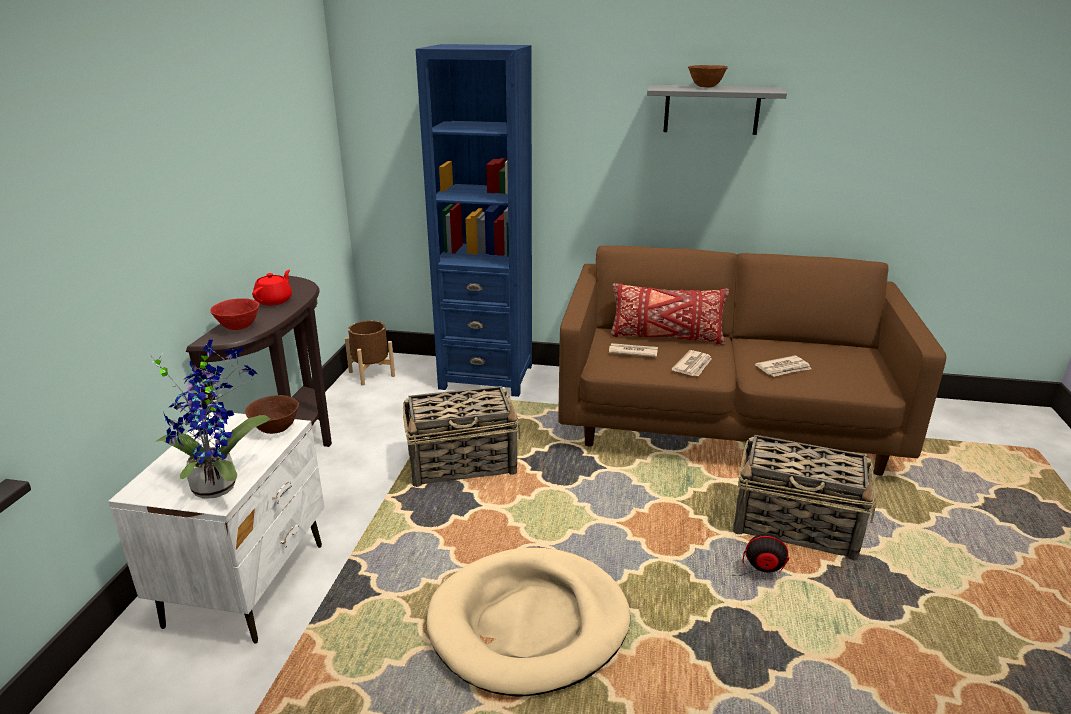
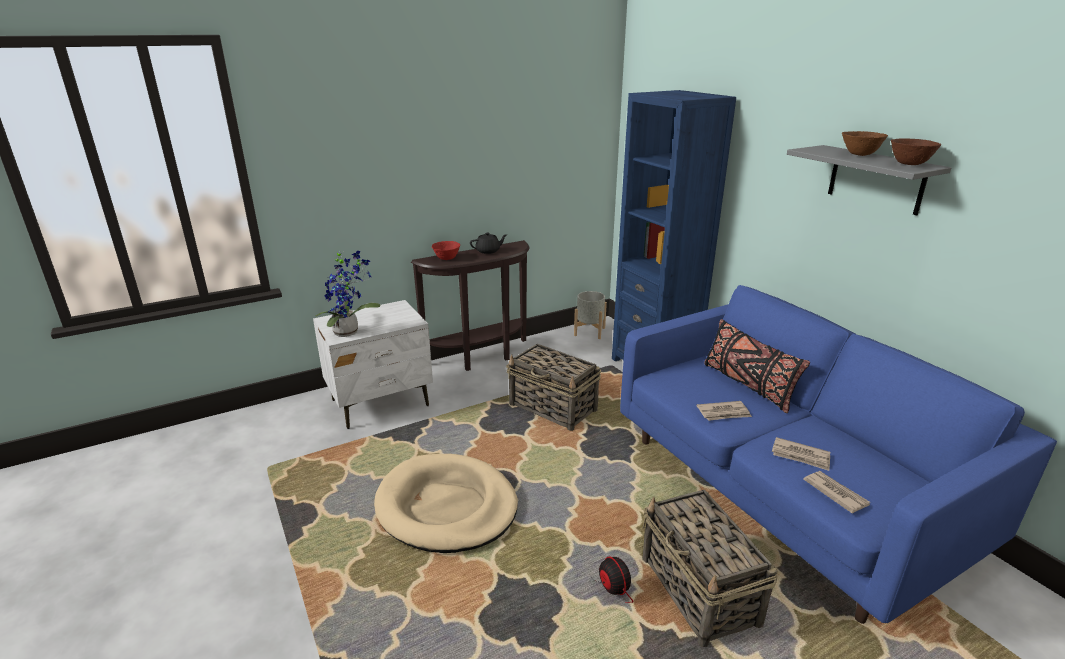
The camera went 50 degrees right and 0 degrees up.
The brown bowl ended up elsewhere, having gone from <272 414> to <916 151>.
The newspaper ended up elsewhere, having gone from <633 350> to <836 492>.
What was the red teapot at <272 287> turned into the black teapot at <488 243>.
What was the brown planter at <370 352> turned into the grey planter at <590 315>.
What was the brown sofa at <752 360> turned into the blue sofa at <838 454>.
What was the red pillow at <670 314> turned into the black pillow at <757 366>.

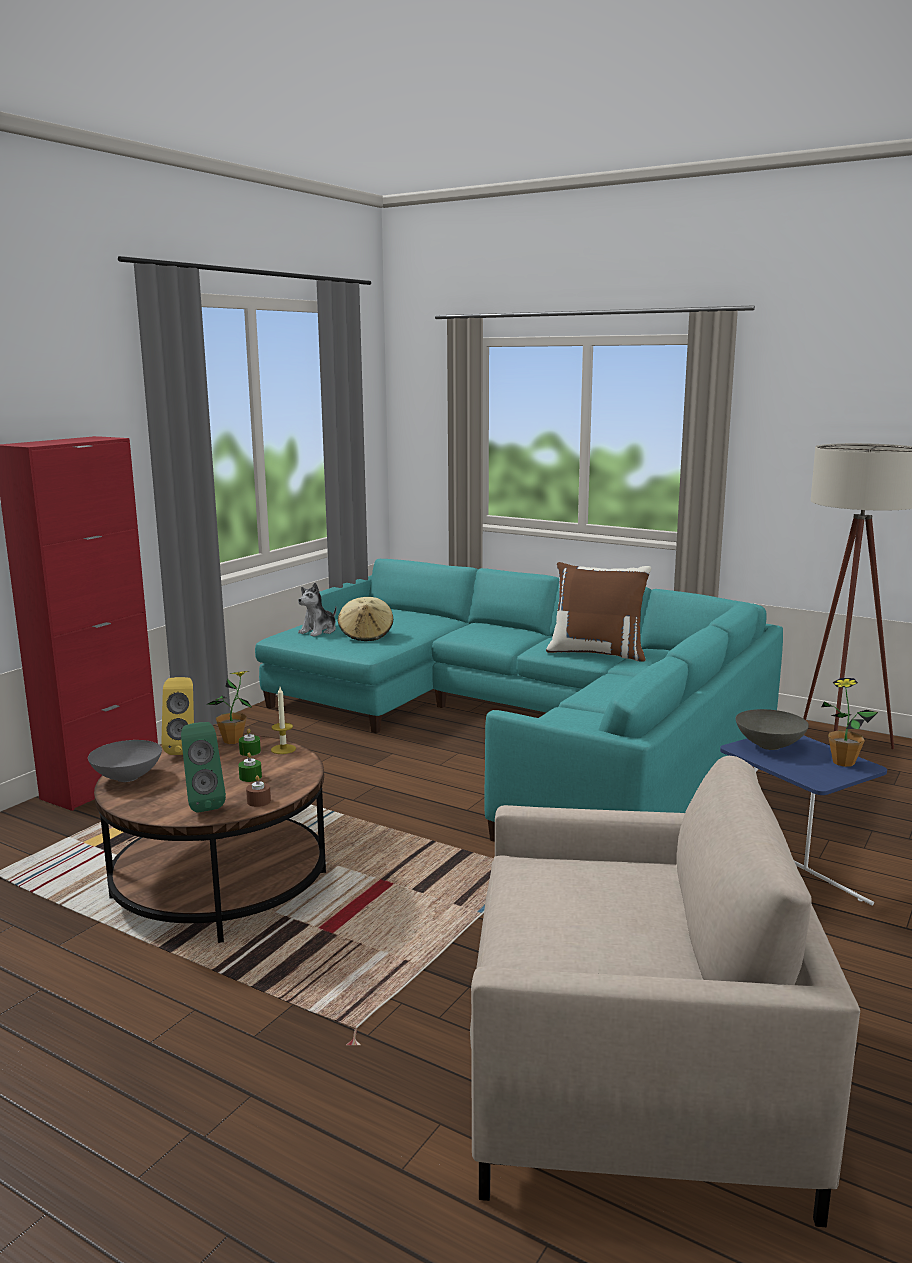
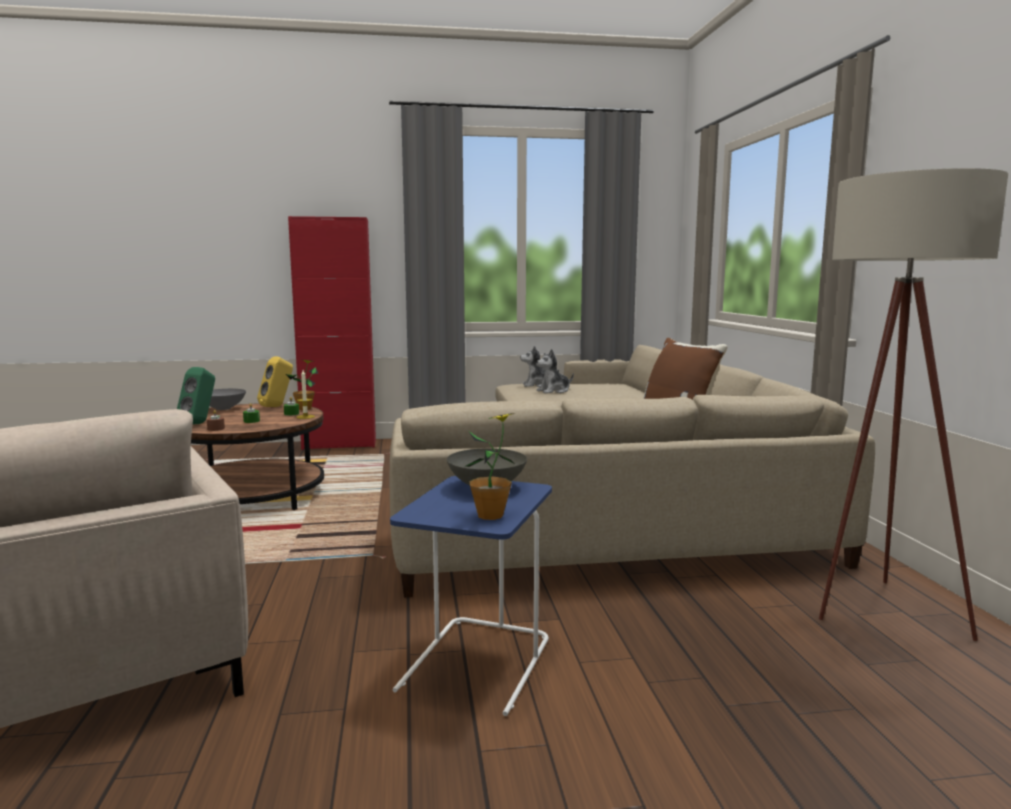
The camera went 50 degrees right and 5 degrees down.
Where the beige hat stood at <365 619>, the plush toy came to stand at <555 371>.
What was the turquoise sofa at <519 700> turned into the beige sofa at <632 471>.

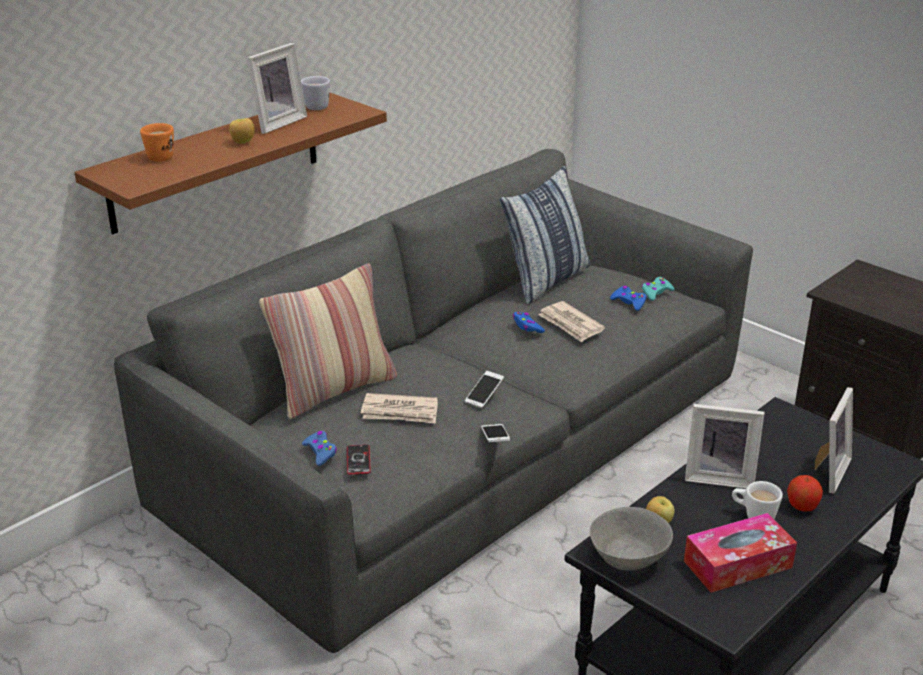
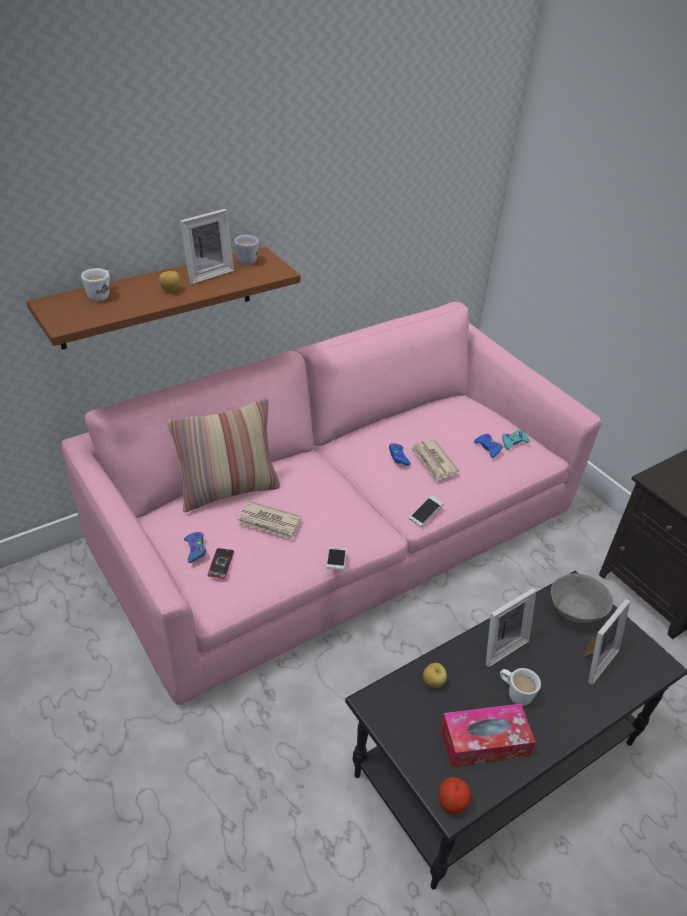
The camera went 10 degrees right and 10 degrees up.
The second view lost the pillow at <545 235>.
The phone ended up elsewhere, having gone from <484 389> to <426 511>.
The grey bowl ended up elsewhere, having gone from <631 539> to <582 598>.
The apple ended up elsewhere, having gone from <805 493> to <455 795>.
What was the grey sofa at <433 401> turned into the pink sofa at <331 503>.
What was the orange mug at <157 142> turned into the white mug at <95 284>.
The picture frame at <724 446> ended up facing another way, 60 degrees counterclockwise from before.

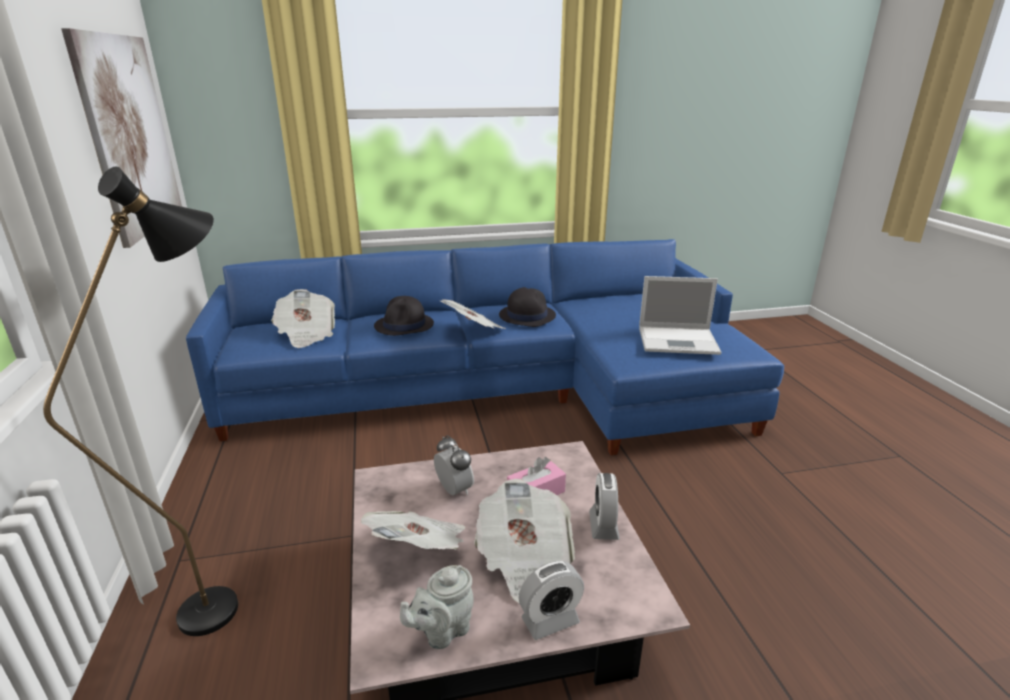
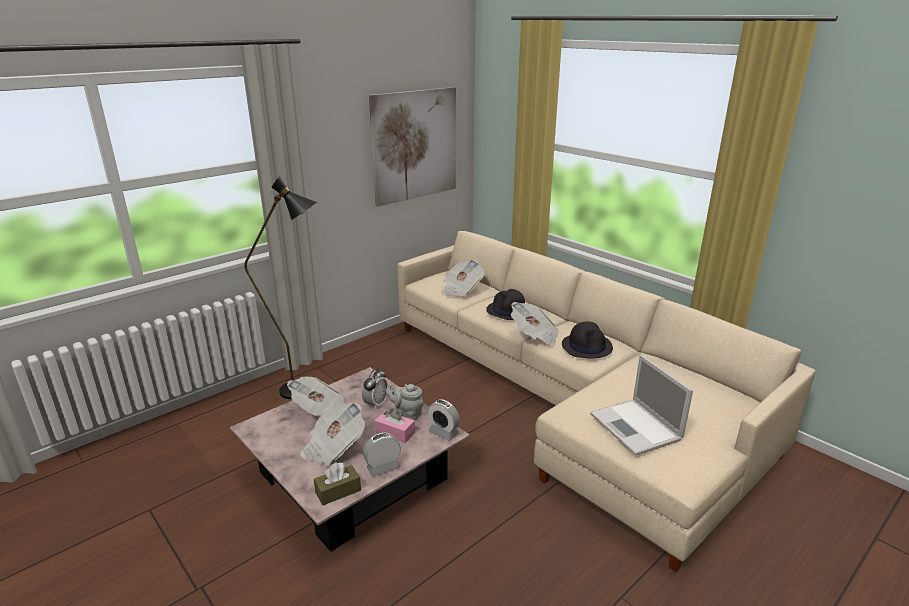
The camera went 60 degrees right and 0 degrees up.
The second view gained the brown tissue box at <337 484>.
The grey teapot ended up elsewhere, having gone from <437 607> to <404 402>.
The alarm clock ended up elsewhere, having gone from <551 600> to <444 420>.
What was the blue sofa at <485 347> turned into the beige sofa at <606 401>.

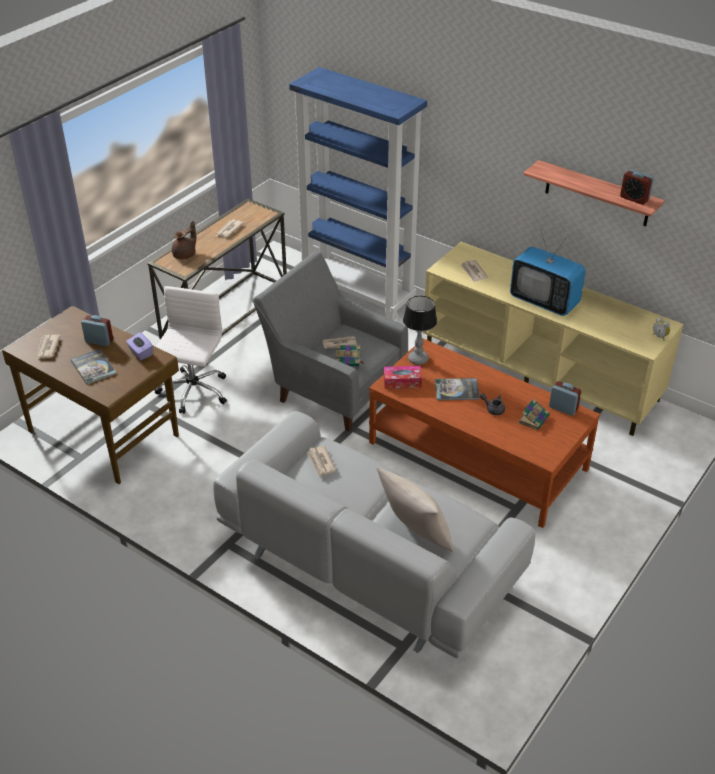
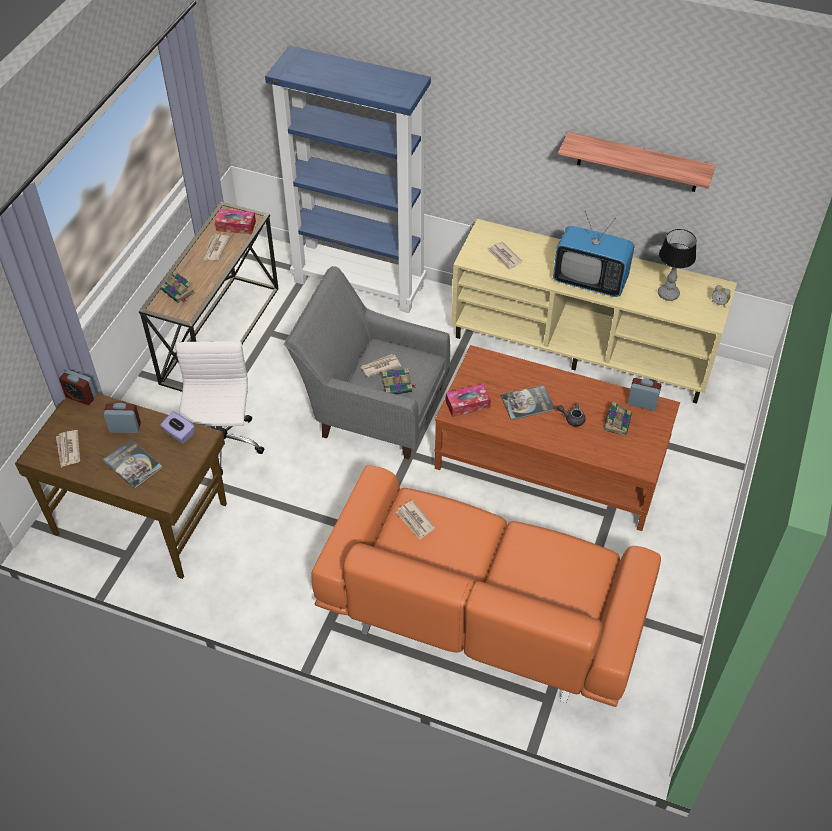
The camera went 15 degrees left and 10 degrees up.
The second view lost the beige pillow at <415 509>.
The second view gained the tissue box at <235 221>.
The table lamp ended up elsewhere, having gone from <420 330> to <677 265>.
The alarm clock ended up elsewhere, having gone from <637 187> to <77 387>.
Where the brown teapot stood at <184 240>, the book came to stand at <178 287>.
What was the grey sofa at <374 534> turned into the orange sofa at <486 586>.

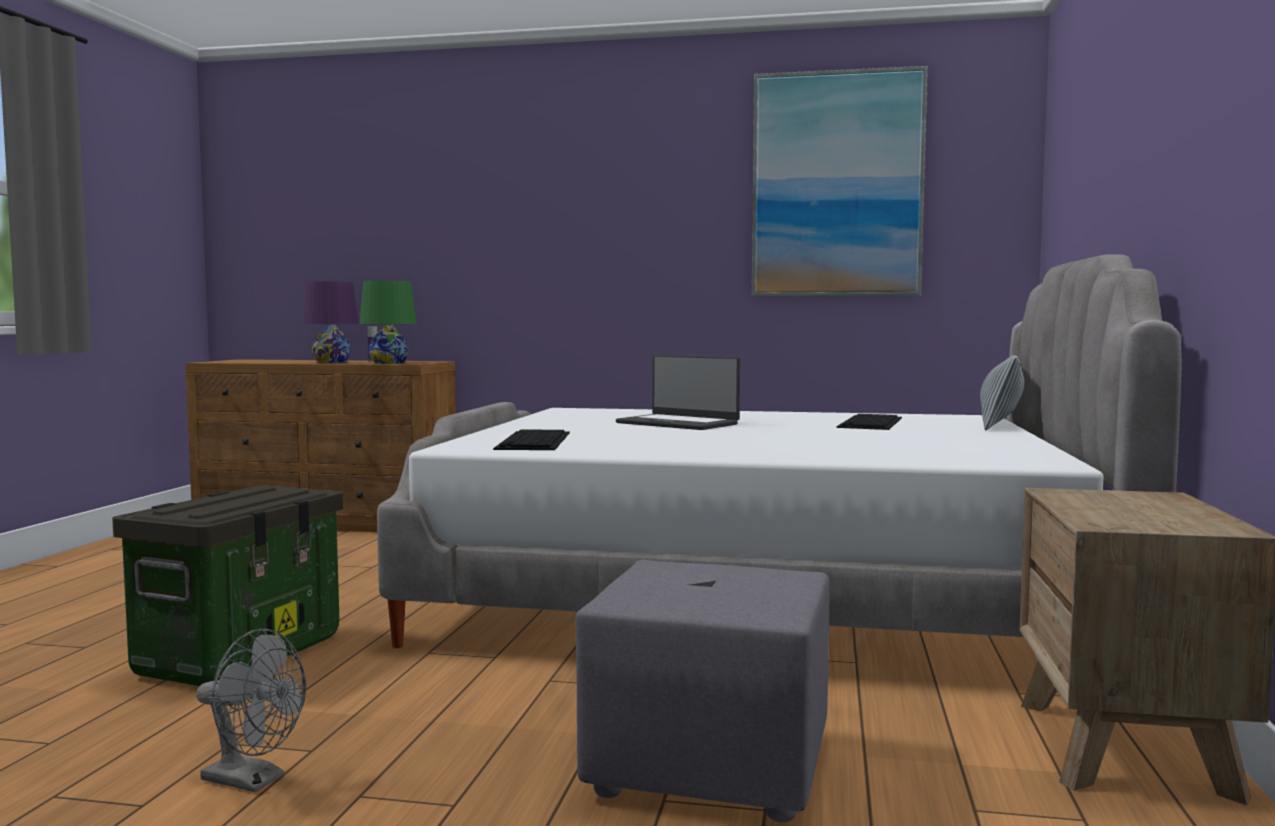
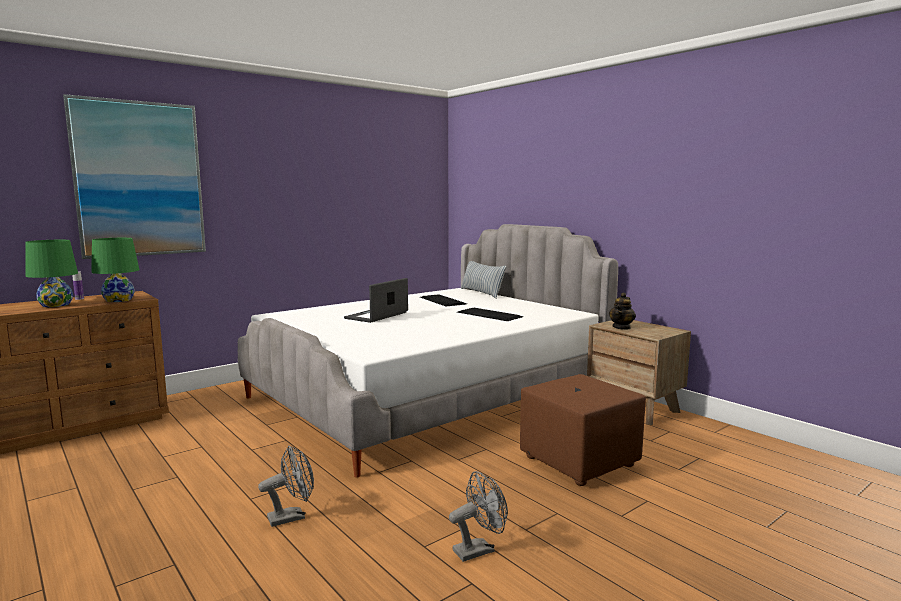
The camera went 50 degrees left and 5 degrees up.
The second view gained the teapot at <622 311>.
The keyboard ended up elsewhere, having gone from <531 440> to <490 314>.
The picture ended up elsewhere, having gone from <840 181> to <134 176>.
Where the storage box stood at <227 586>, the grey fan came to stand at <286 486>.
What was the purple table lamp at <330 322> turned into the green table lamp at <51 273>.
What was the grey ottoman at <702 691> turned into the brown ottoman at <583 430>.
The laptop at <678 392> ended up facing another way, 135 degrees clockwise from before.

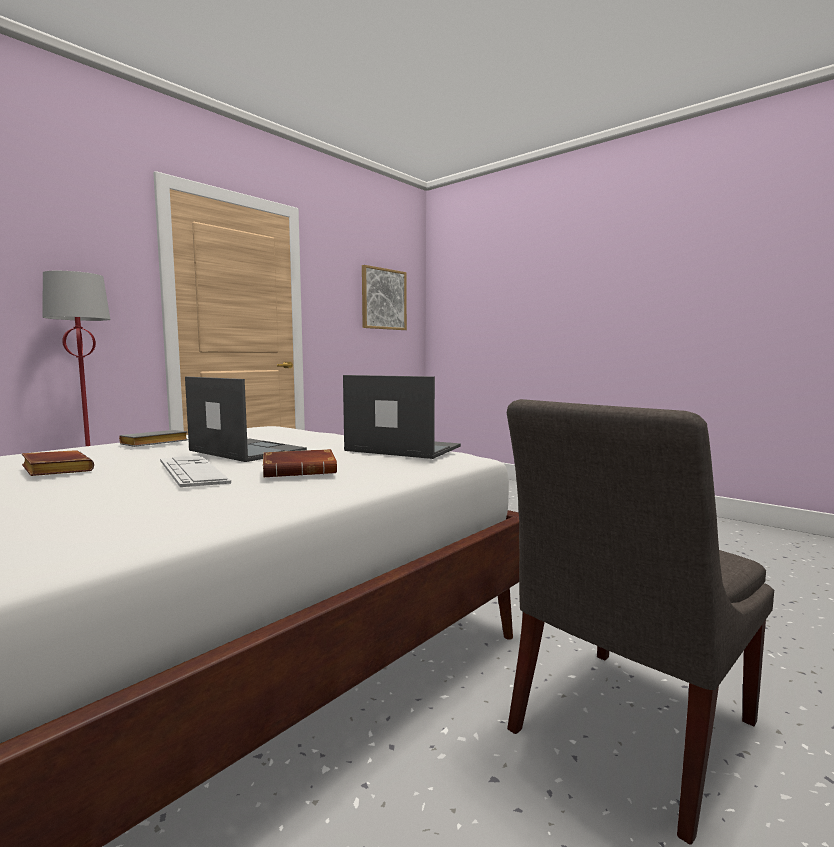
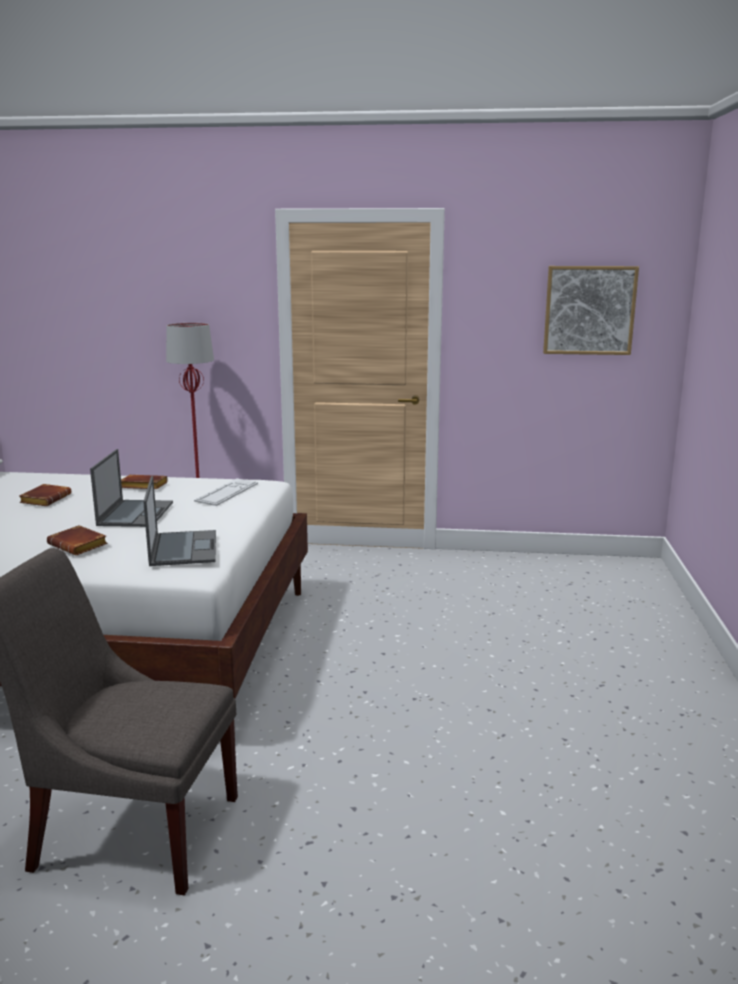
The camera went 55 degrees right and 10 degrees up.
The keyboard ended up elsewhere, having gone from <195 471> to <226 492>.
What was the grey book at <153 438> turned into the brown book at <144 482>.

